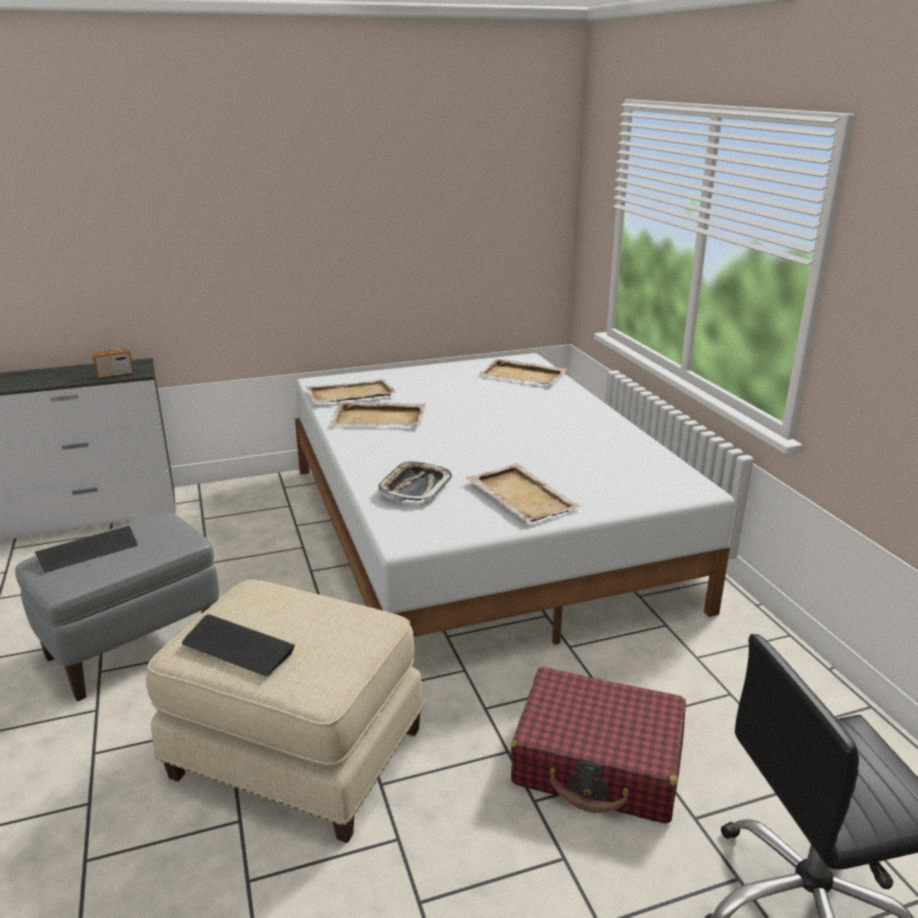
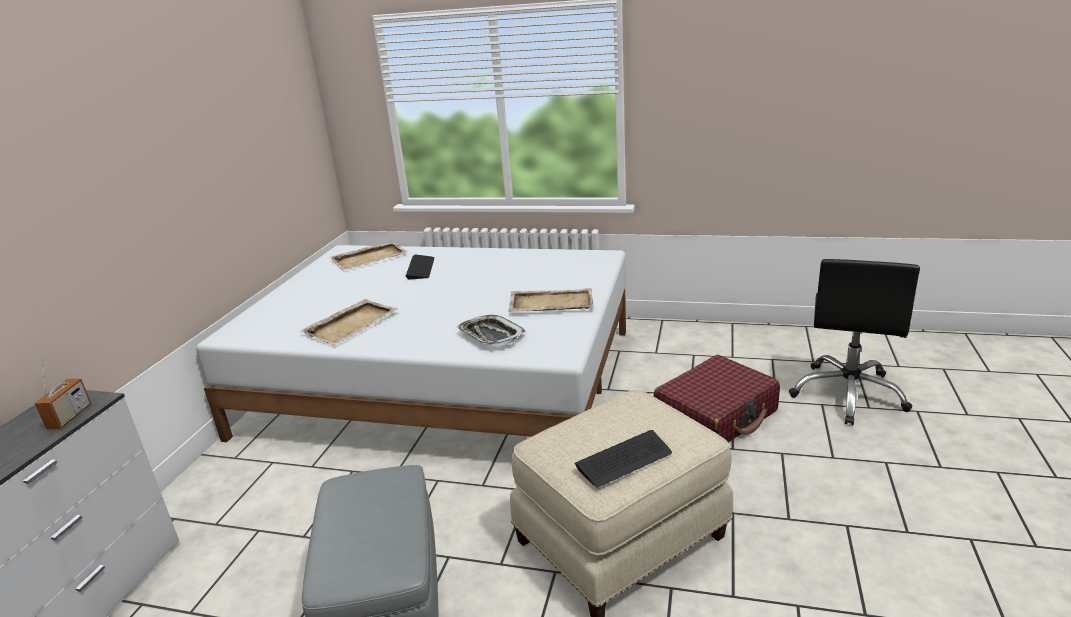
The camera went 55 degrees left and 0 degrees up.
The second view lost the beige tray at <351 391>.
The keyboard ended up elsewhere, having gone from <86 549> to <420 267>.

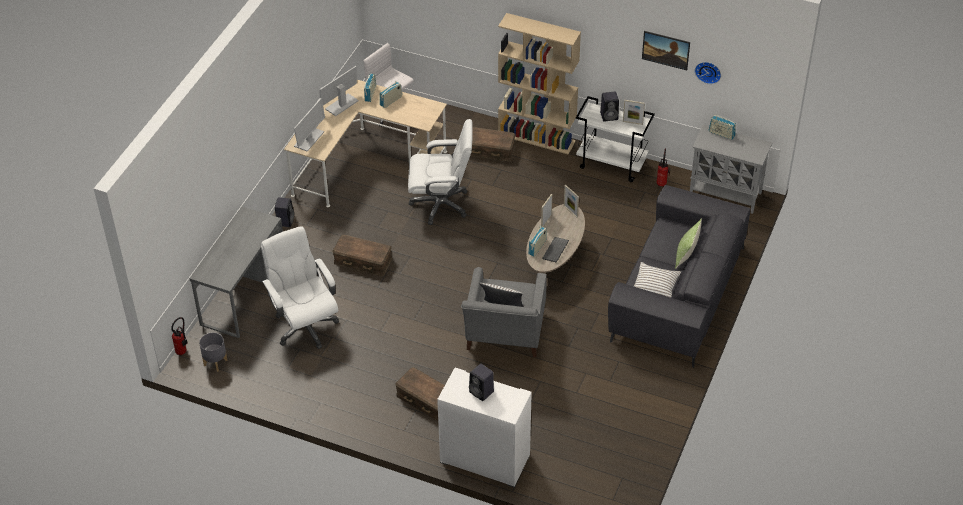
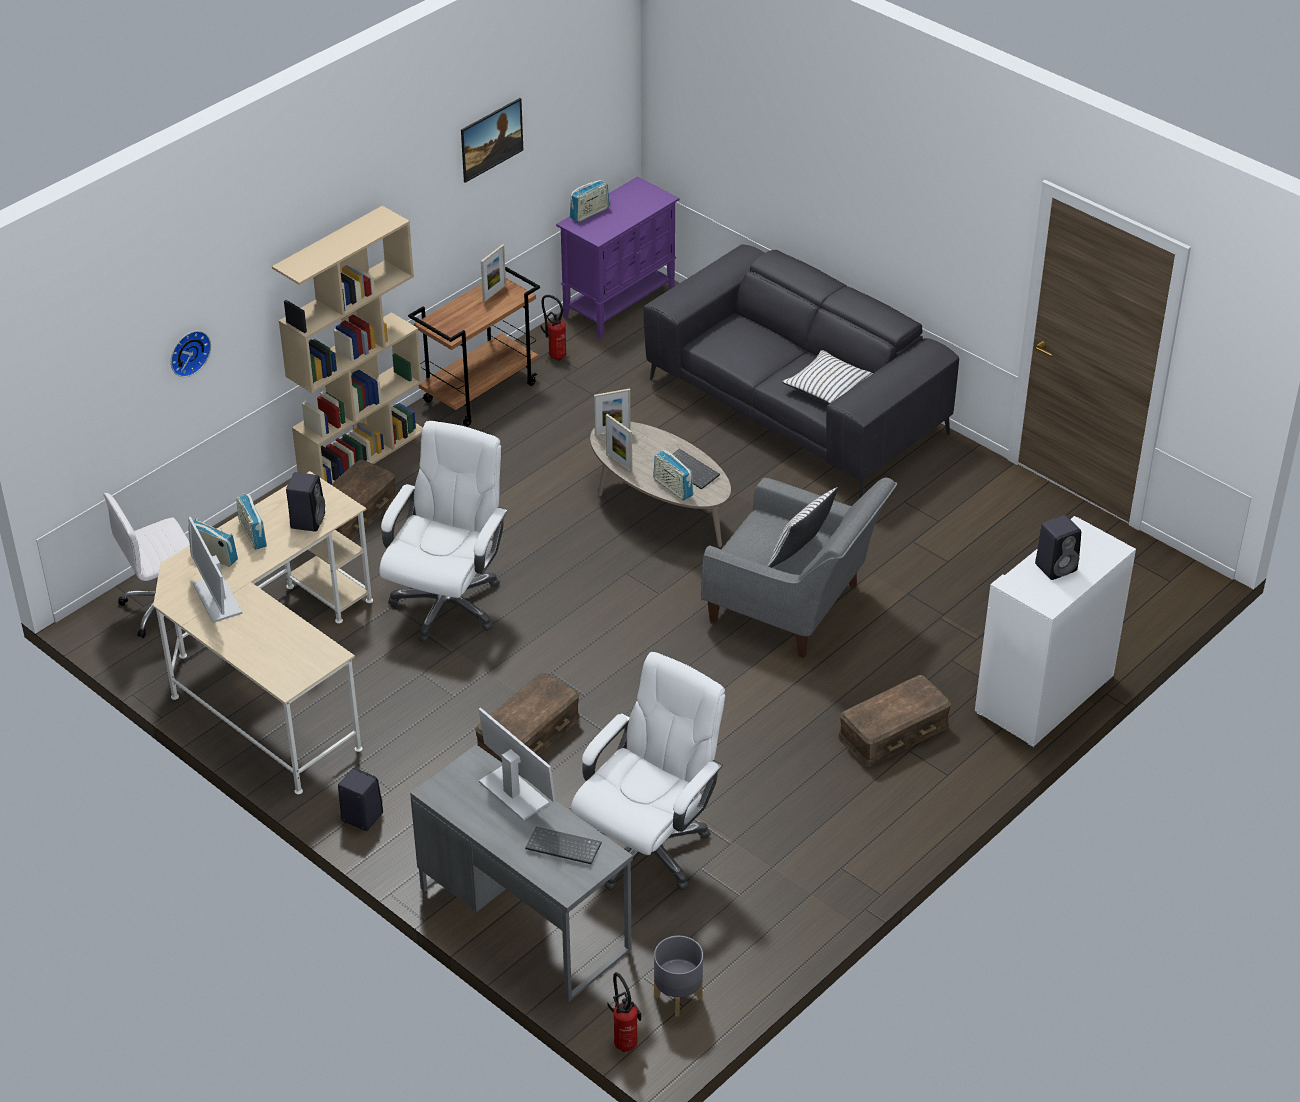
The camera went 70 degrees left and 5 degrees down.
The second view lost the pillow at <688 243>.
The second view gained the keyboard at <563 845>.
The monitor ended up elsewhere, having gone from <309 124> to <517 764>.
The black speaker ended up elsewhere, having gone from <609 106> to <305 502>.
The wall clock ended up elsewhere, having gone from <708 73> to <191 354>.
What was the white cart at <615 139> turned into the brown cart at <474 346>.
What was the grey cabinet at <731 169> turned into the purple cabinet at <618 257>.
The white office chair at <300 287> ended up facing another way, 135 degrees clockwise from before.

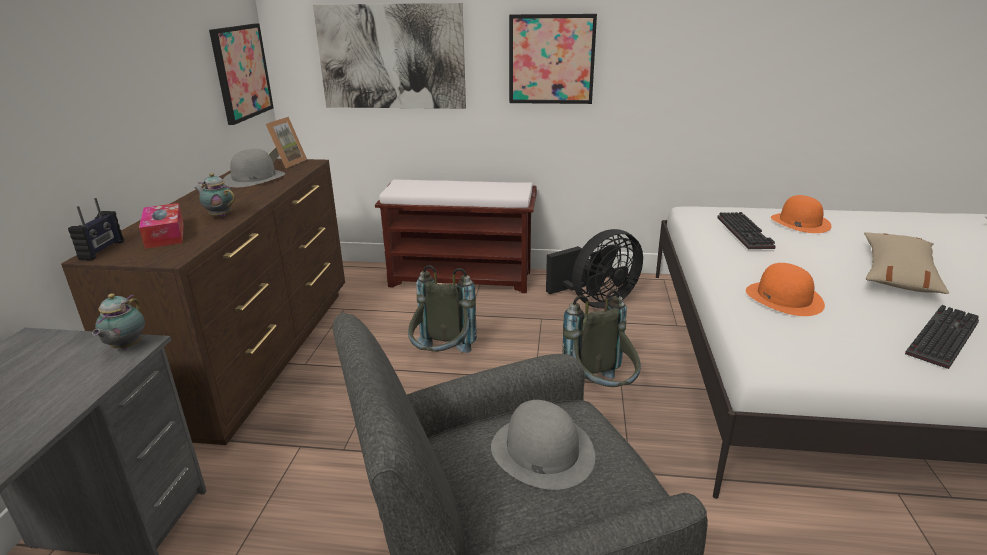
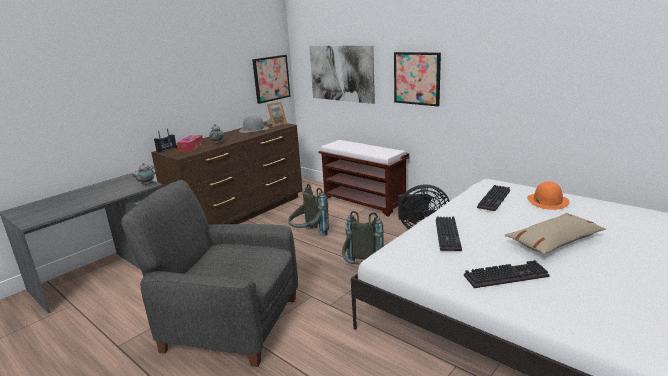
The camera went 35 degrees right and 5 degrees down.
The second view lost the grey hat at <543 445>.
Where the orange hat stood at <785 289>, the keyboard came to stand at <449 234>.

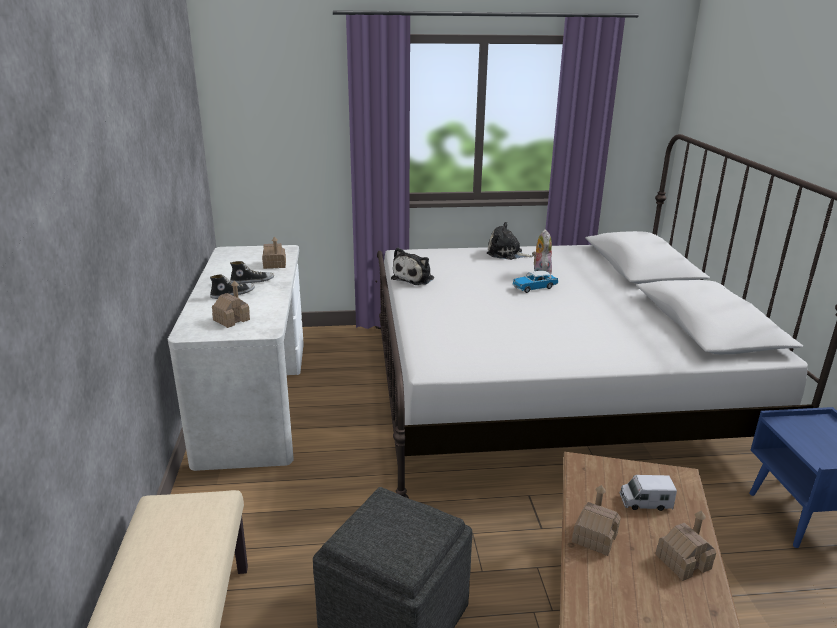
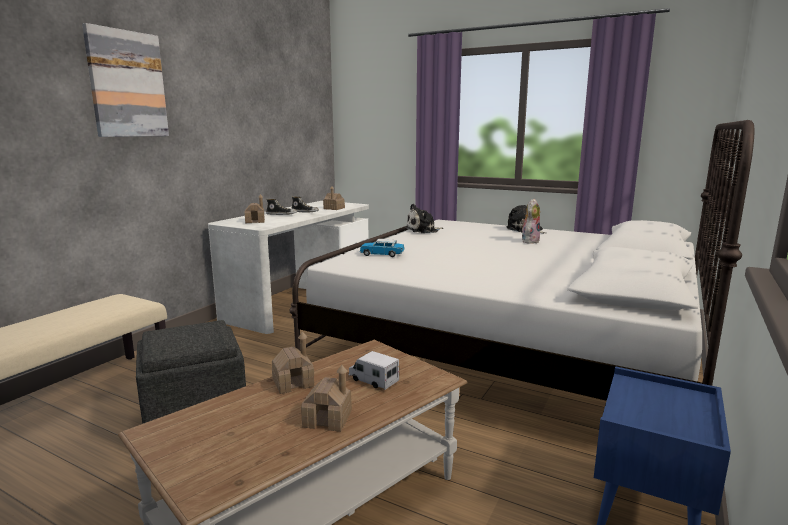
The camera went 35 degrees right and 10 degrees down.
The second view gained the picture at <125 80>.
The toy car ended up elsewhere, having gone from <535 282> to <382 248>.

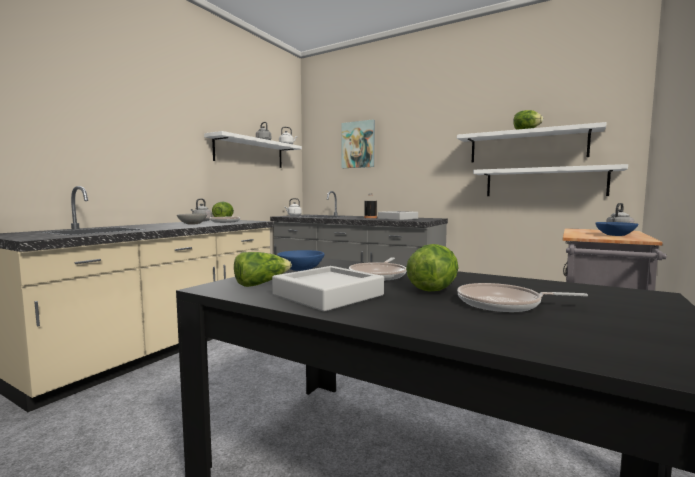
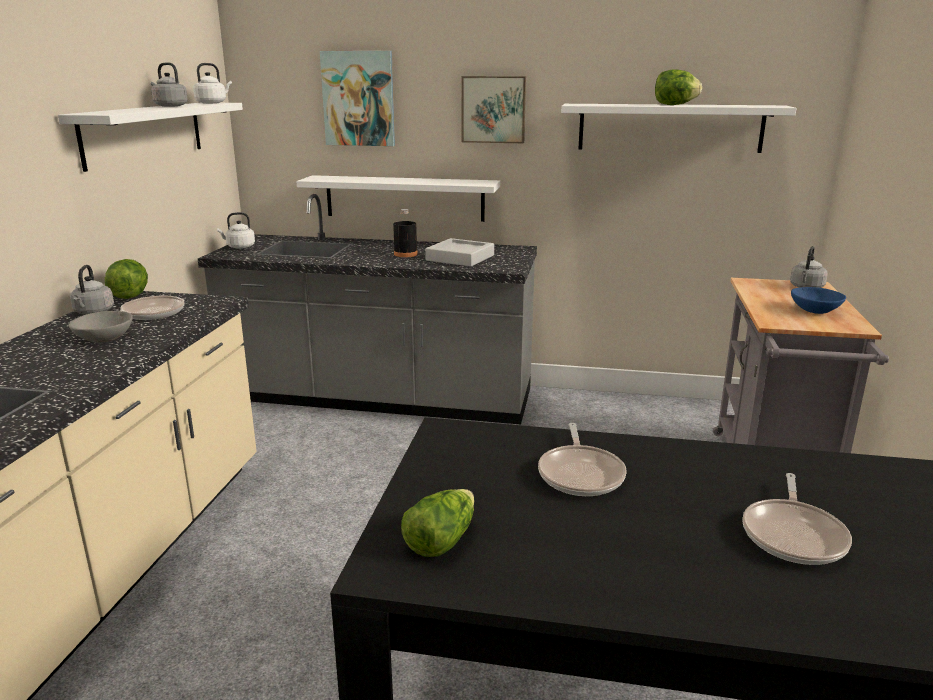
The camera went 20 degrees left and 15 degrees up.
The second view lost the grey tray at <328 289>.
The second view lost the blue bowl at <300 260>.
The second view lost the lettuce at <432 267>.
The second view gained the picture at <493 109>.
The white shelf ended up elsewhere, having gone from <550 180> to <398 198>.
The frying pan at <522 297> ended up facing another way, 60 degrees counterclockwise from before.

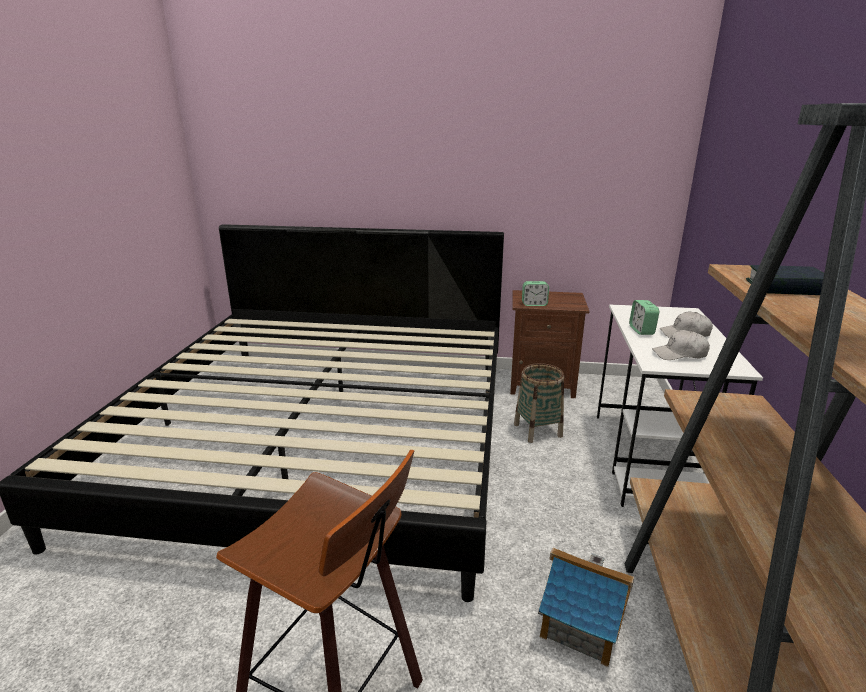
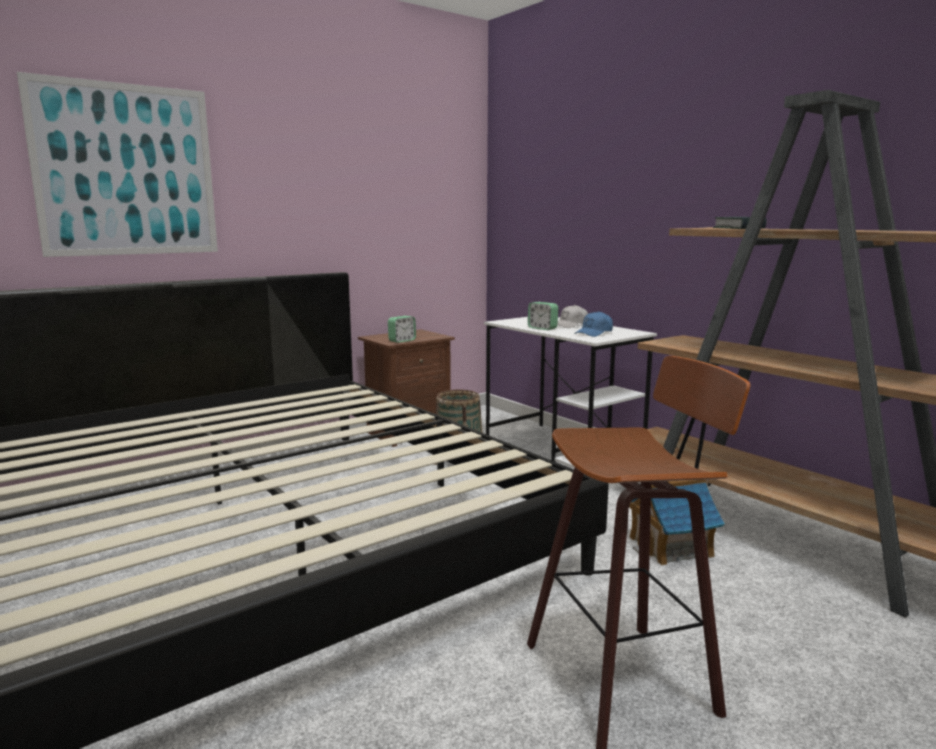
The camera went 45 degrees left and 10 degrees down.
The second view gained the picture at <117 164>.
What was the white cap at <681 345> turned into the blue cap at <593 324>.

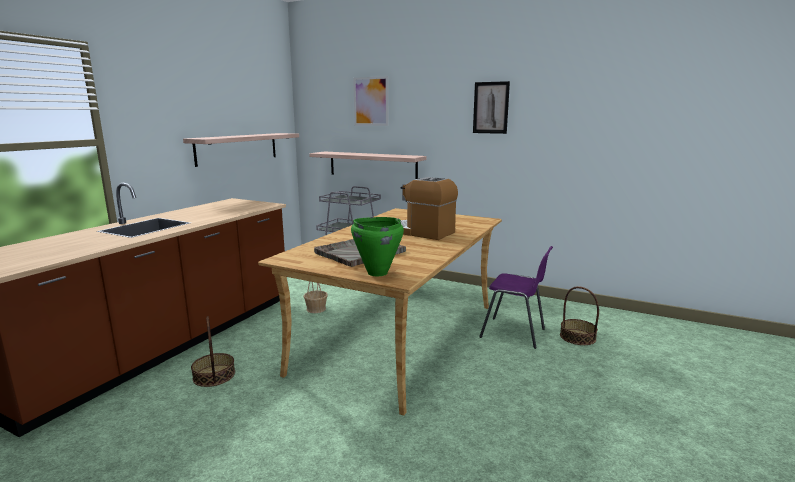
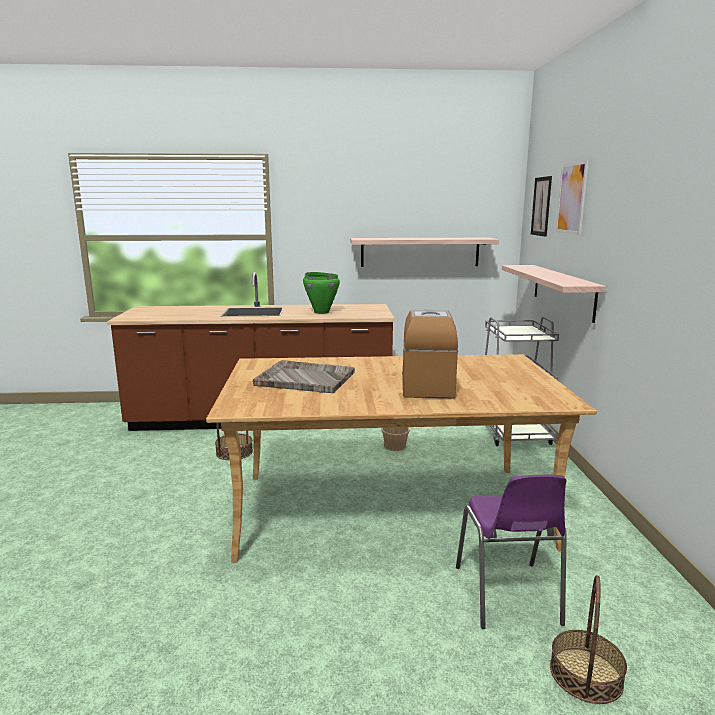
The camera went 60 degrees right and 0 degrees up.
The green cooking pot ended up elsewhere, having gone from <377 246> to <321 293>.
The picture ended up elsewhere, having gone from <491 107> to <541 206>.

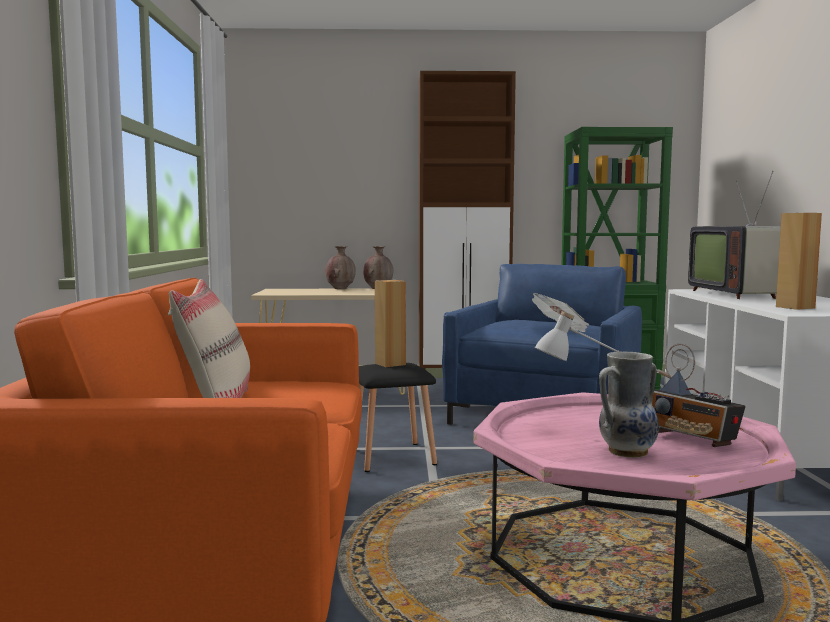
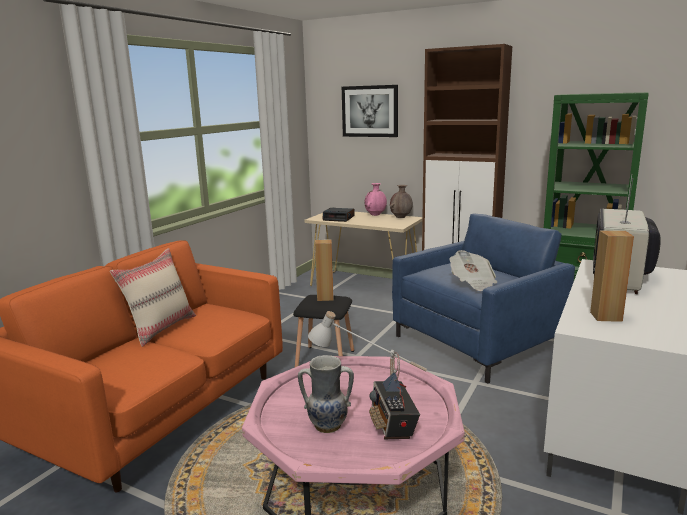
The camera went 30 degrees right and 10 degrees up.
The second view gained the alarm clock at <339 215>.
The second view gained the picture at <370 111>.
What was the brown vase at <340 267> turned into the pink vase at <375 199>.

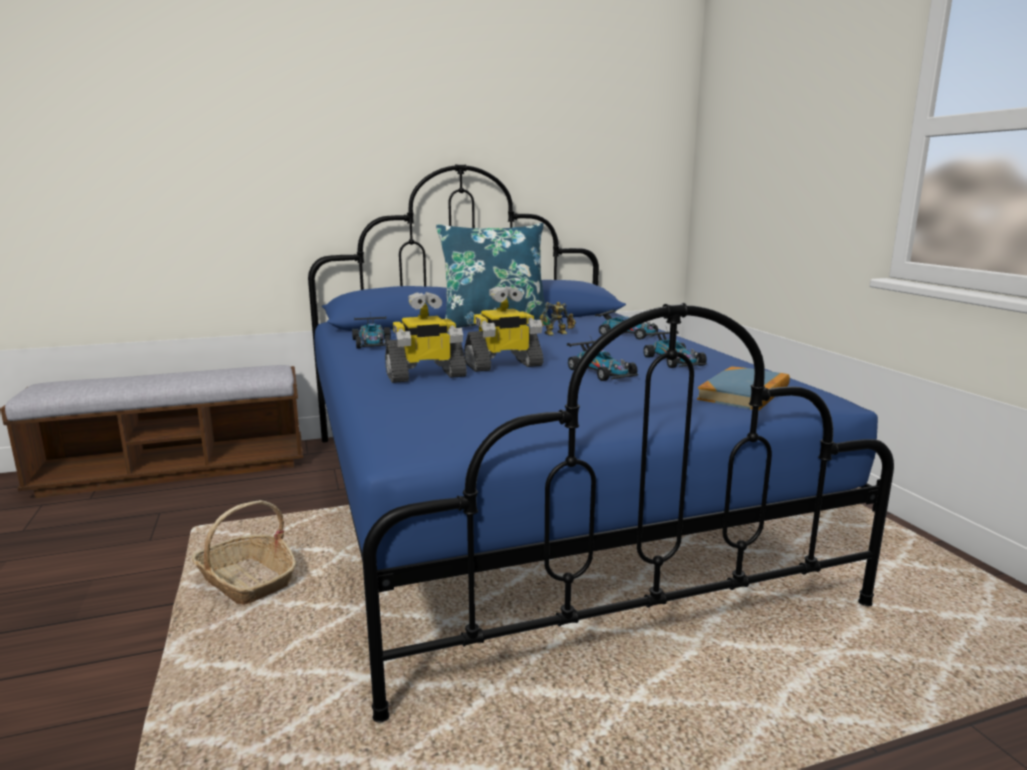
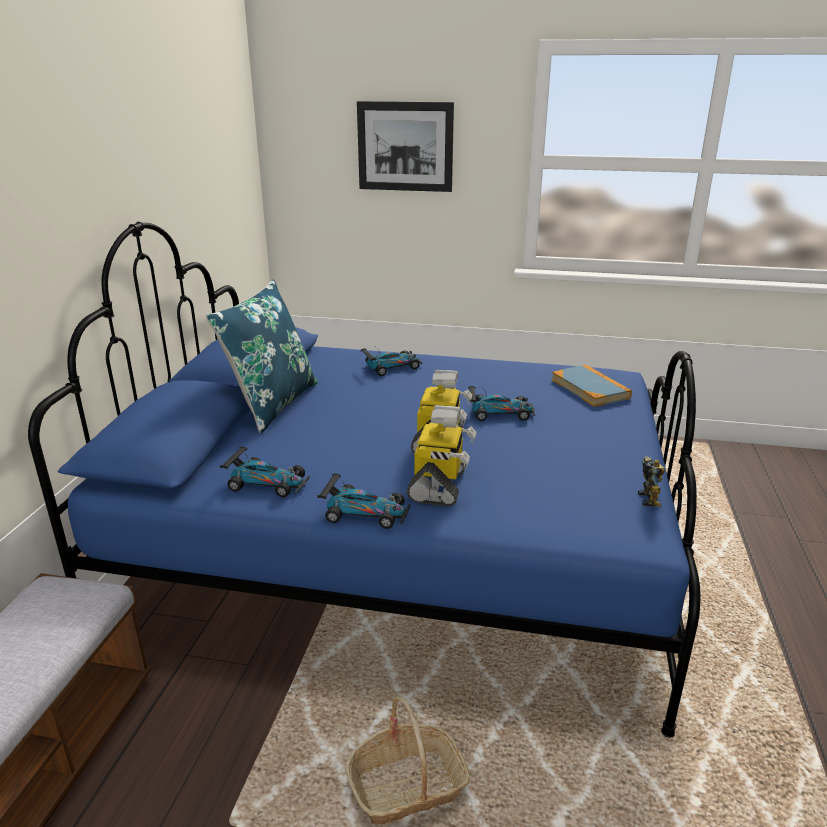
The camera went 60 degrees left and 10 degrees up.
The second view gained the picture at <405 146>.
The toy robot ended up elsewhere, having gone from <557 319> to <651 481>.
The toy car ended up elsewhere, having gone from <675 347> to <364 501>.

